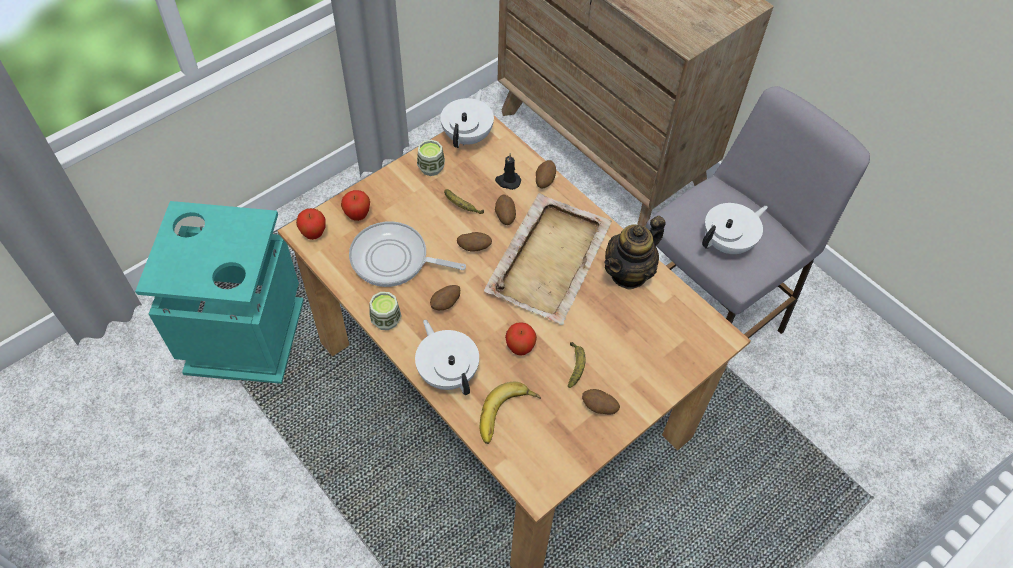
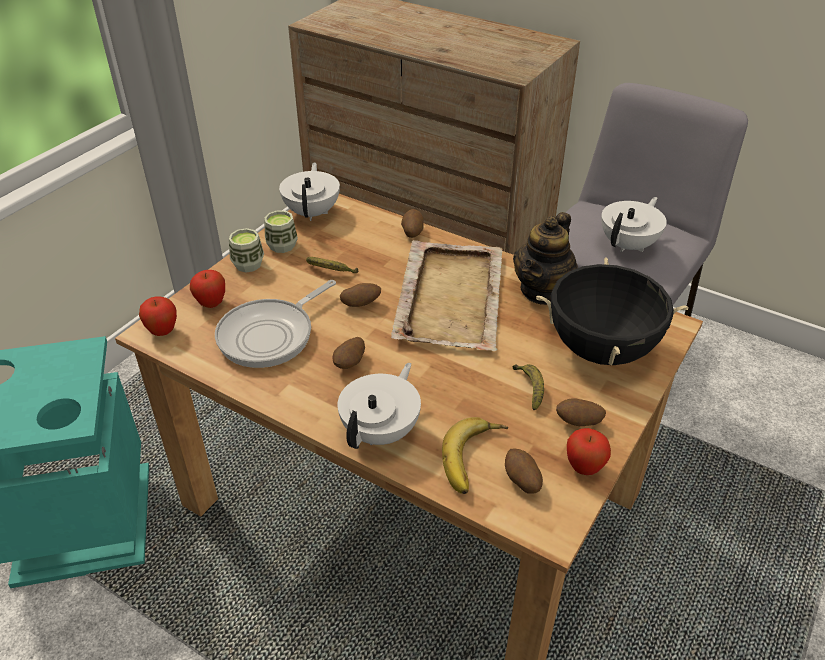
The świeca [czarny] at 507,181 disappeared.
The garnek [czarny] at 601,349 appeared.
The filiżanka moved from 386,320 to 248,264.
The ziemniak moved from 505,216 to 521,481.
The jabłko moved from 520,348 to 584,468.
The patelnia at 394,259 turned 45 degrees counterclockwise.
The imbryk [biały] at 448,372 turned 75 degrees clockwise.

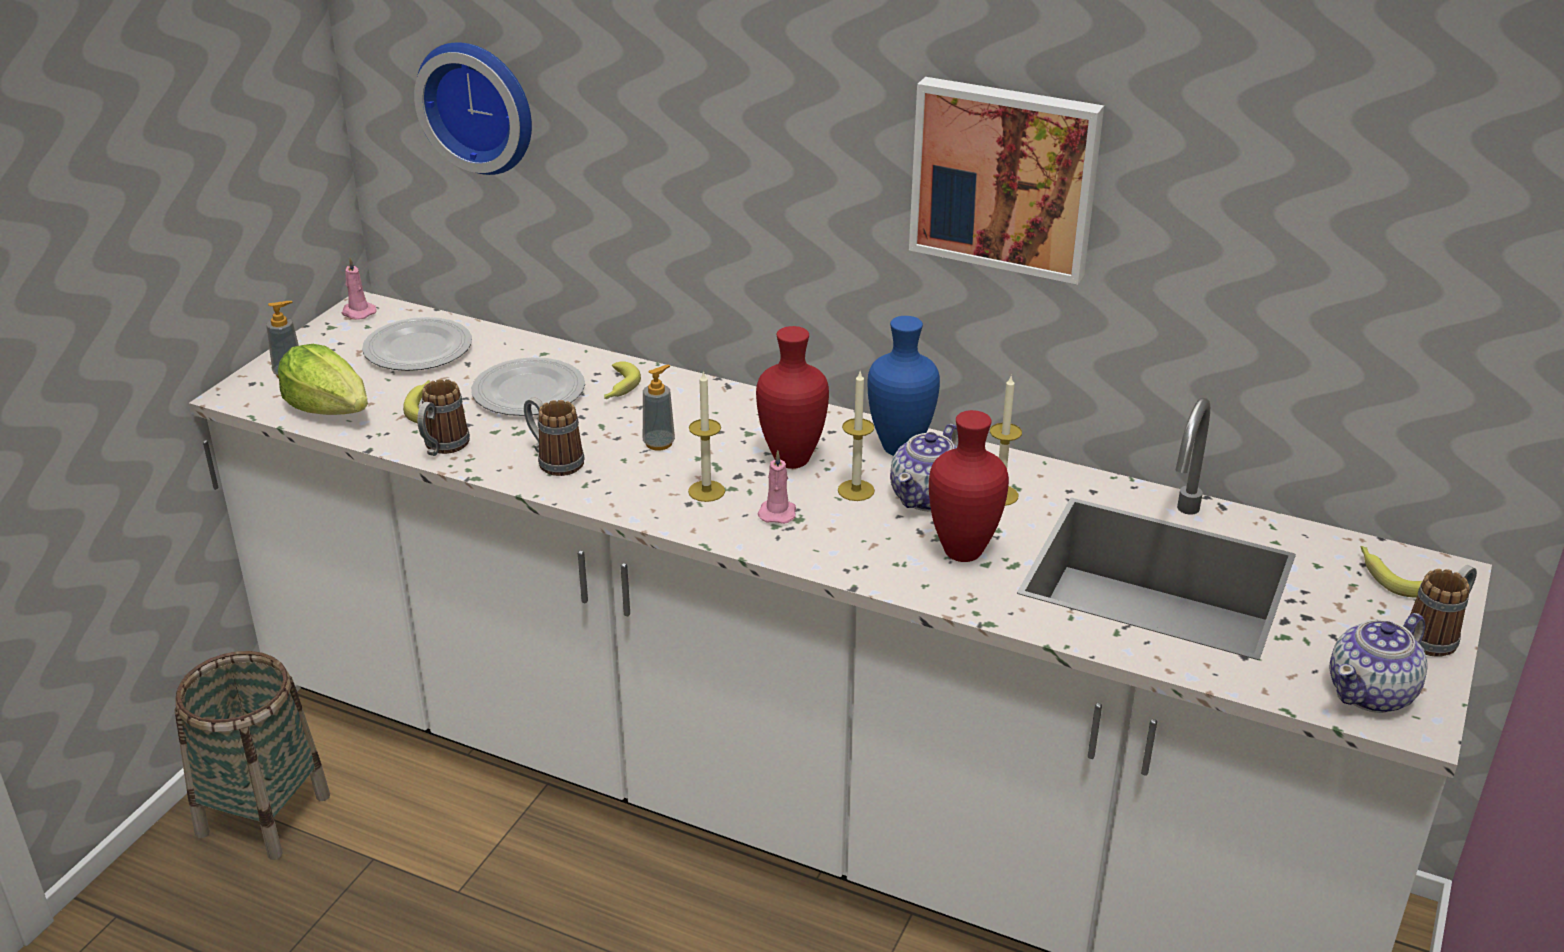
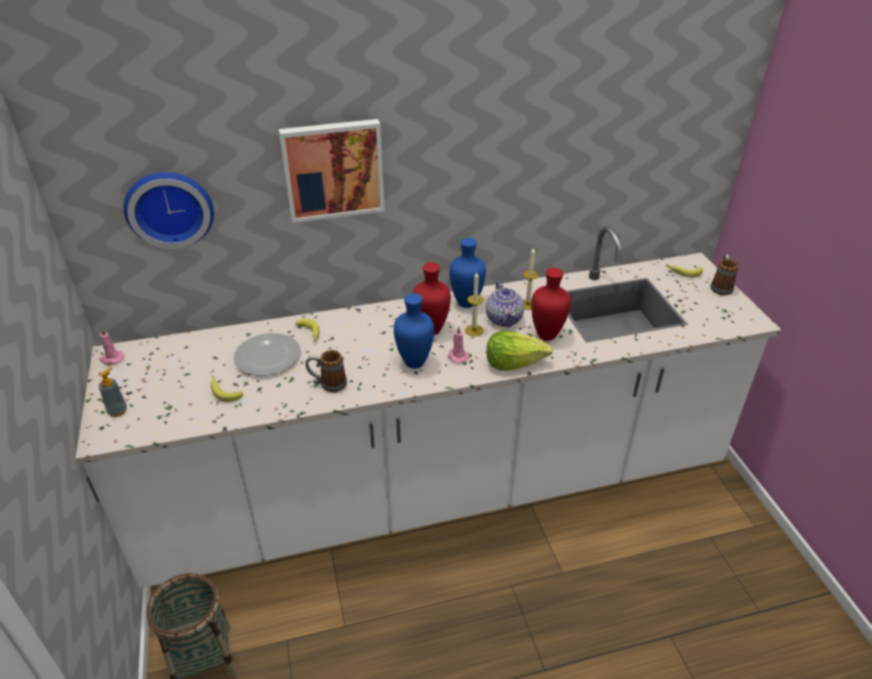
The talerz at 419,349 disappeared.
The kubek at 442,448 disappeared.
The dozownik mydła at 659,443 disappeared.
The imbryk at 1372,693 disappeared.
The sałata moved from 330,408 to 514,362.
The obraz moved from 1005,177 to 333,169.
The świeca at 706,491 was replaced by the wazon [niebieski] at 415,362.

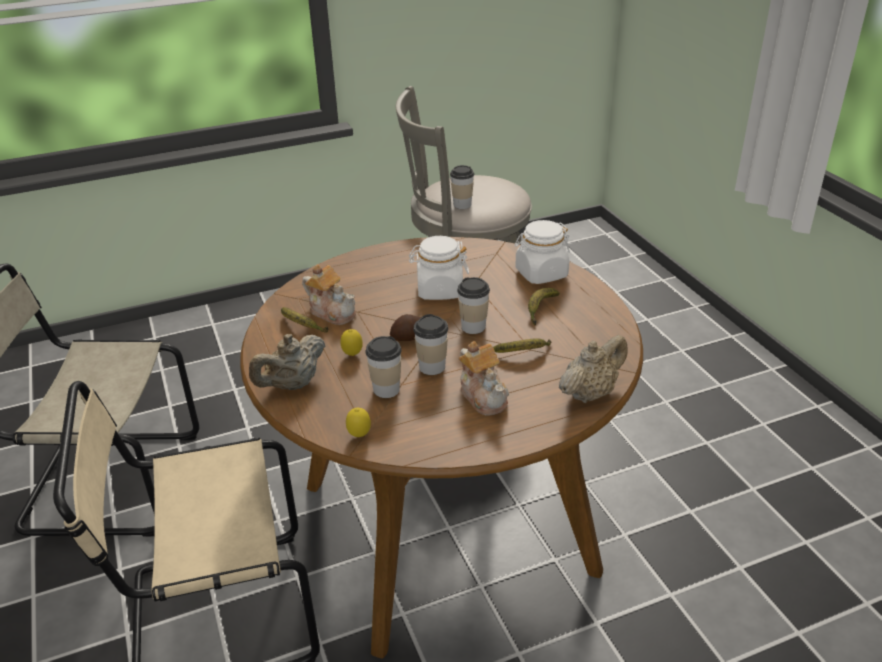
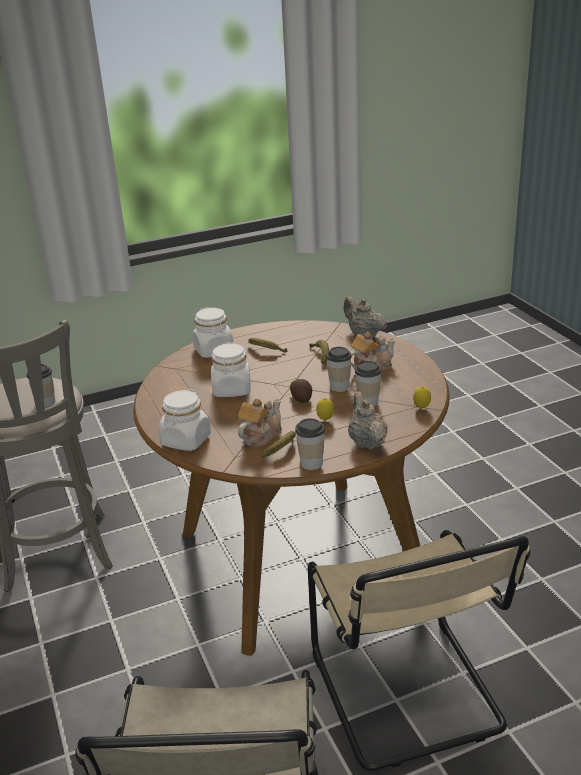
The słoik [biały] at 186,440 appeared.
The filiżanka moved from 473,327 to 311,463.
The imbryk [beżowy] at 292,385 turned 150 degrees counterclockwise.

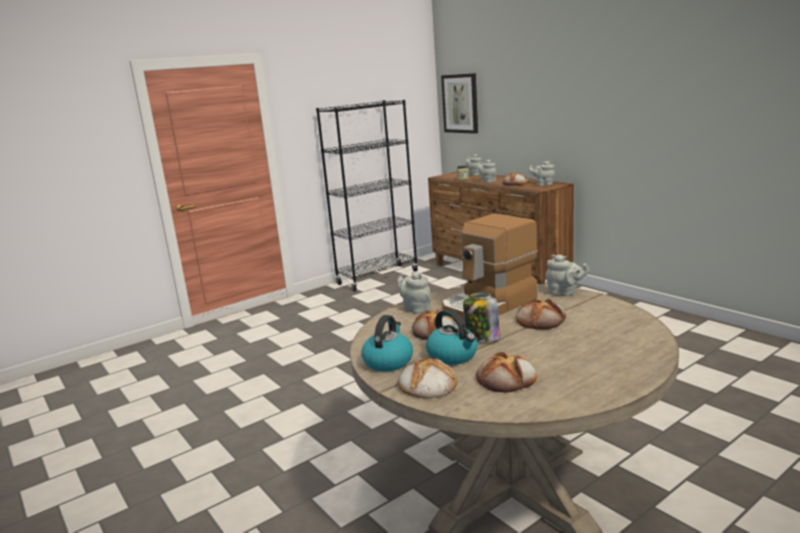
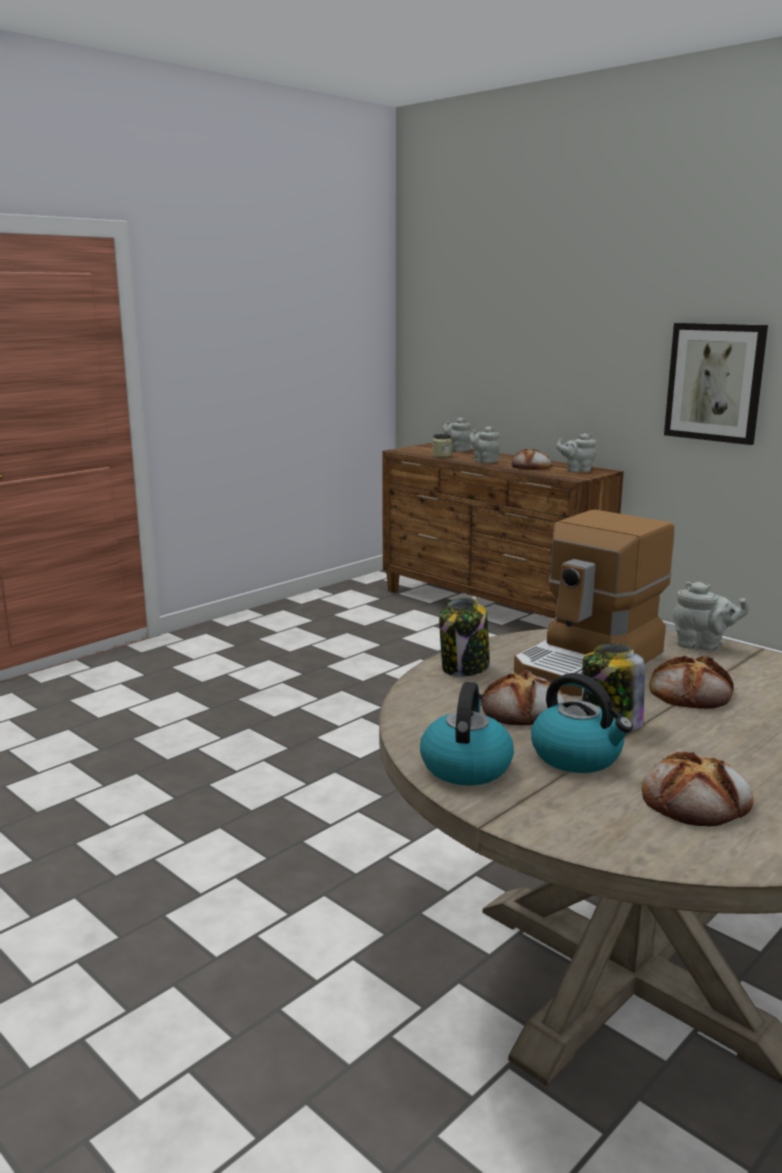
The regał [czarny] at 378,277 disappeared.
The chleb at 427,384 disappeared.
The obraz moved from 460,103 to 714,382.
The imbryk [szary] at 415,308 was replaced by the słoik at 464,668.

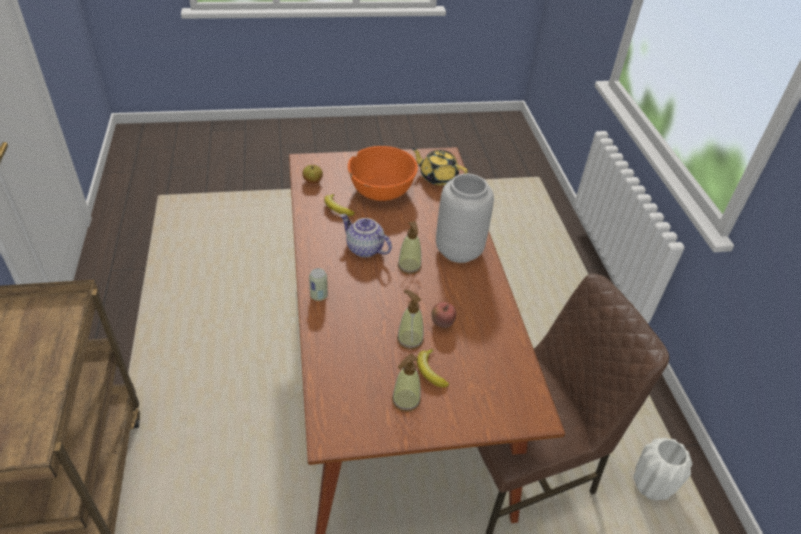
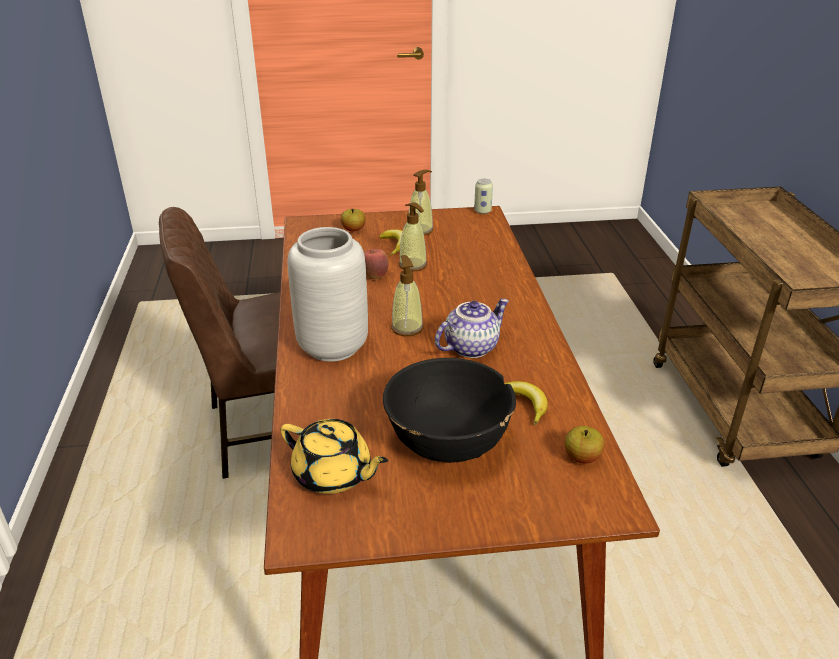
The wazon [biały] at 650,486 disappeared.
The jabłko at 353,230 appeared.
The puszka moved from 318,296 to 482,211.
The miska [pomarańczowy] at 381,191 became the miska [czarny] at 448,440.
The imbryk at 364,249 turned 75 degrees counterclockwise.

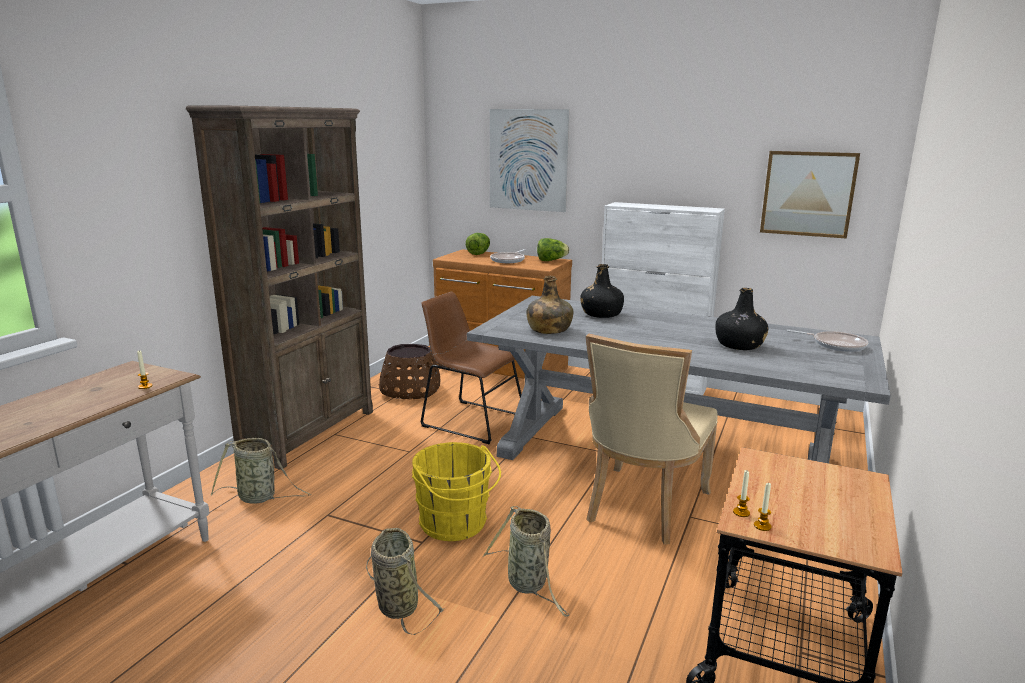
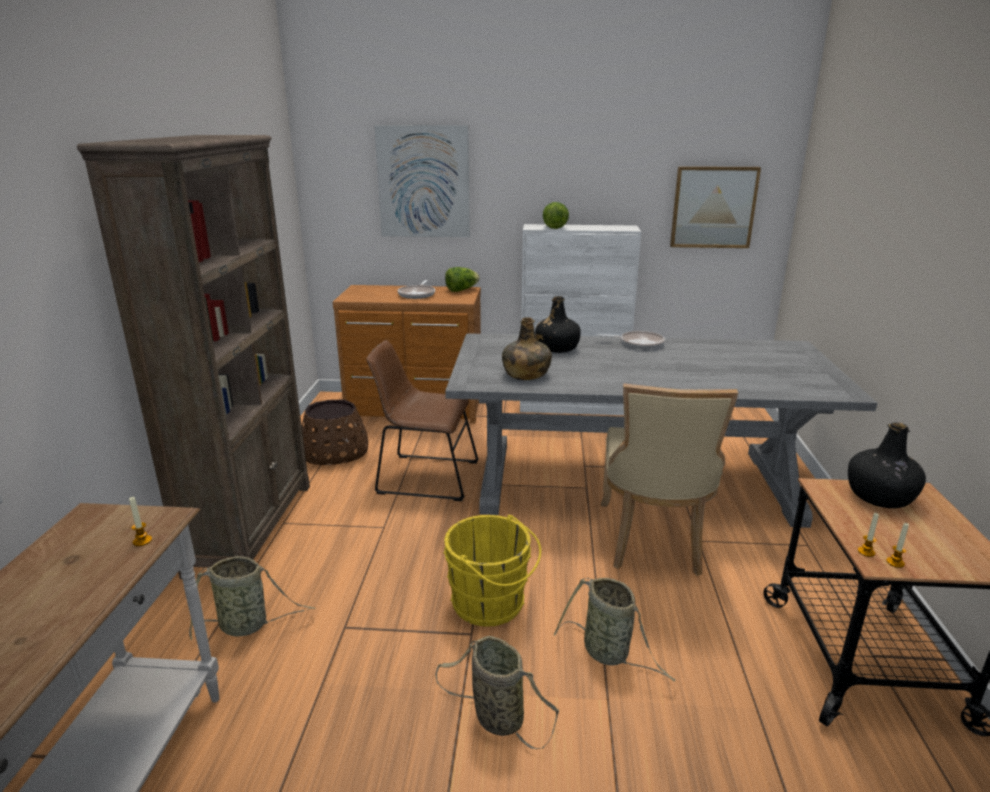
The sałata moved from 479,253 to 554,227.
The butelka [czarny] moved from 739,345 to 880,496.
The patelnia moved from 836,345 to 638,343.

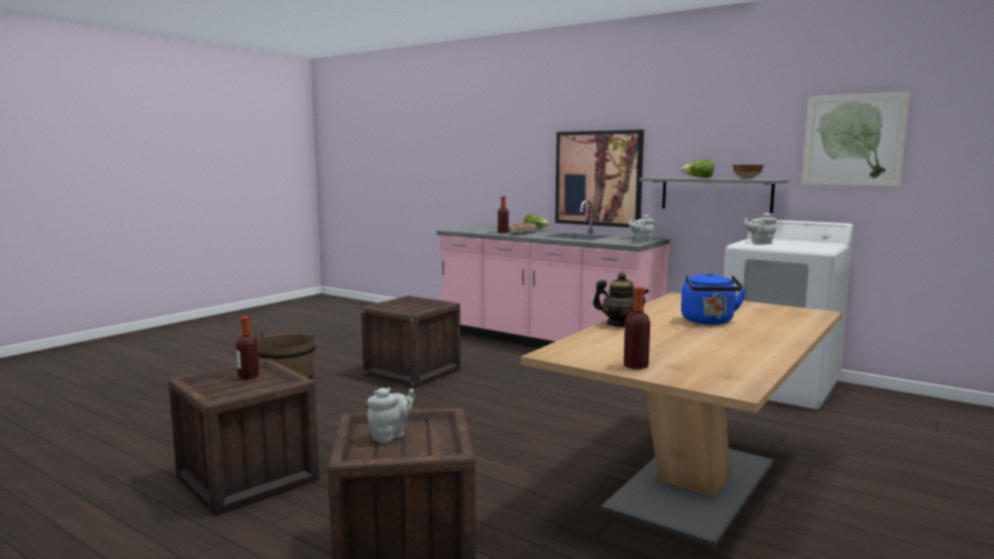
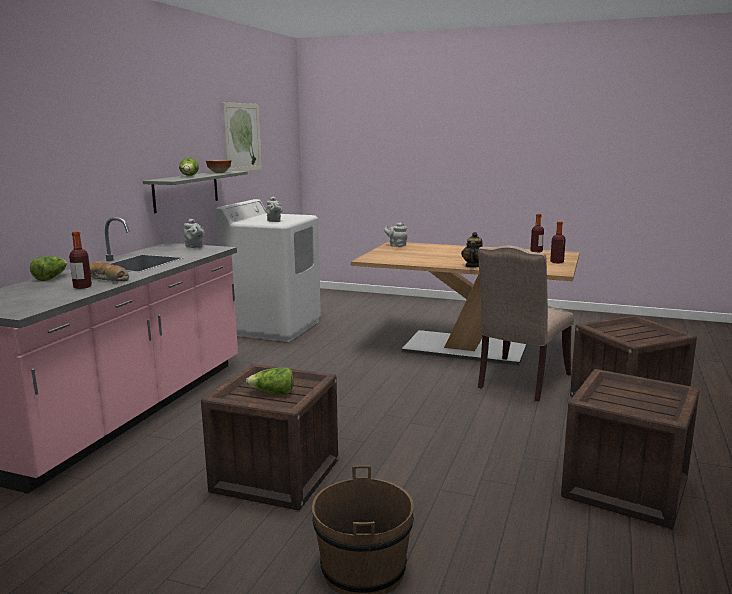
The obraz at 598,178 disappeared.
The czajnik [niebieski] at 708,322 disappeared.
The sałata at 273,393 appeared.
The krzesło [beżowy] at 520,382 appeared.
The butelka moved from 248,377 to 536,251.
The imbryk [szary] moved from 390,436 to 396,245.

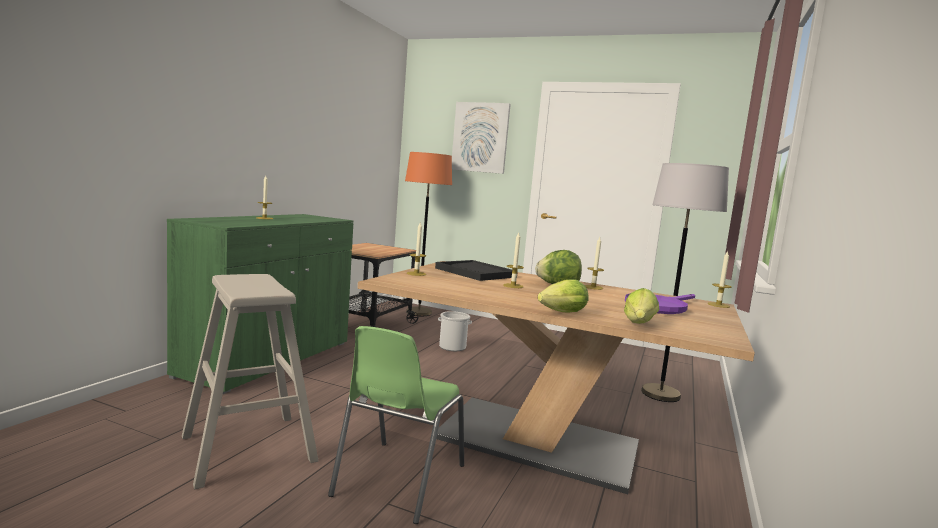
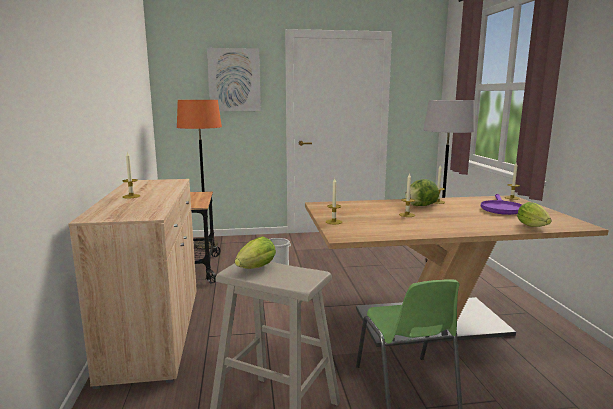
The taca [czarny] at 475,272 disappeared.
The sałata moved from 560,313 to 254,269.
The szafka [zielony] at 268,359 became the szafka [beżowy] at 154,332.

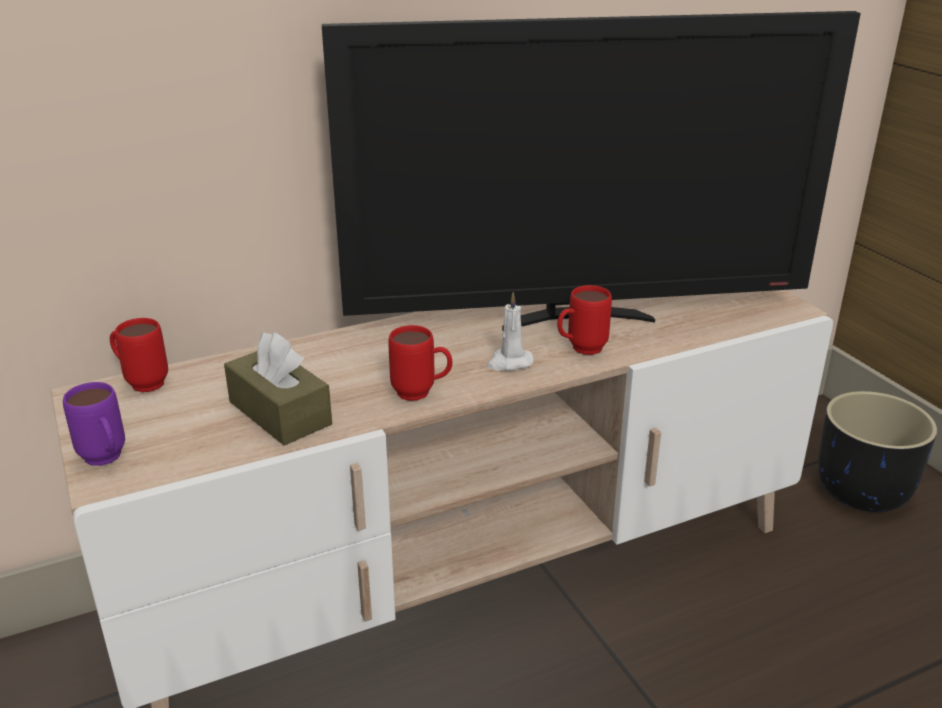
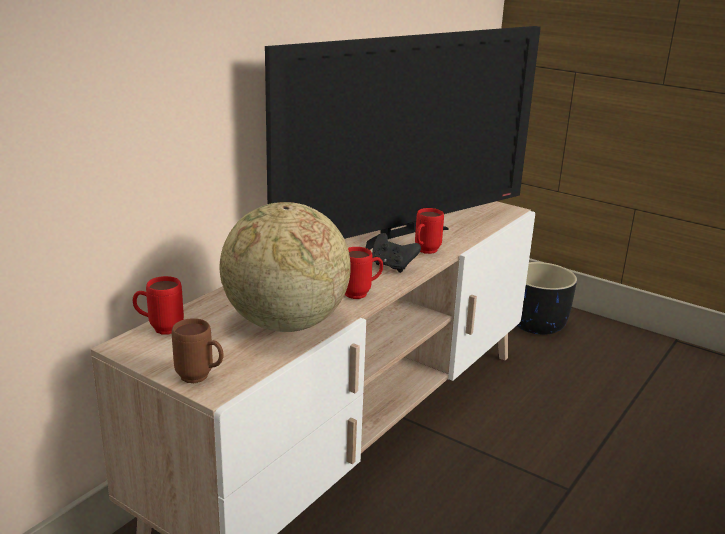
The pudełko chusteczek [brązowy] at 280,413 was replaced by the globus at 285,324.
The świeca [biały] at 509,362 was replaced by the pad do gier [czarny] at 392,266.
The kubek [fioletowy] at 106,461 became the kubek [brązowy] at 201,378.

